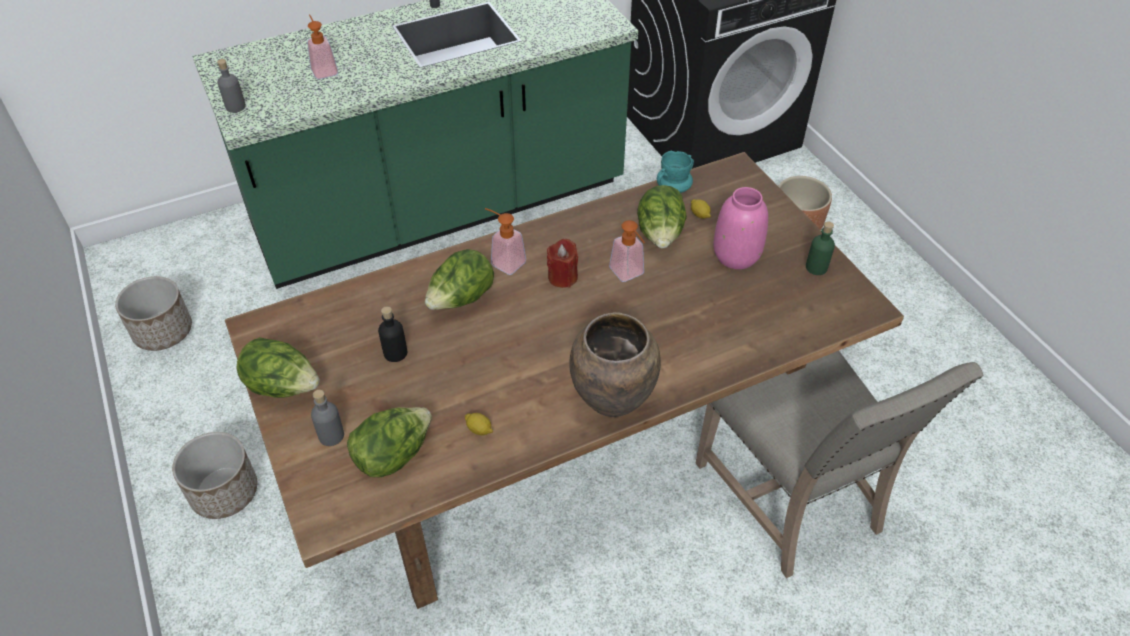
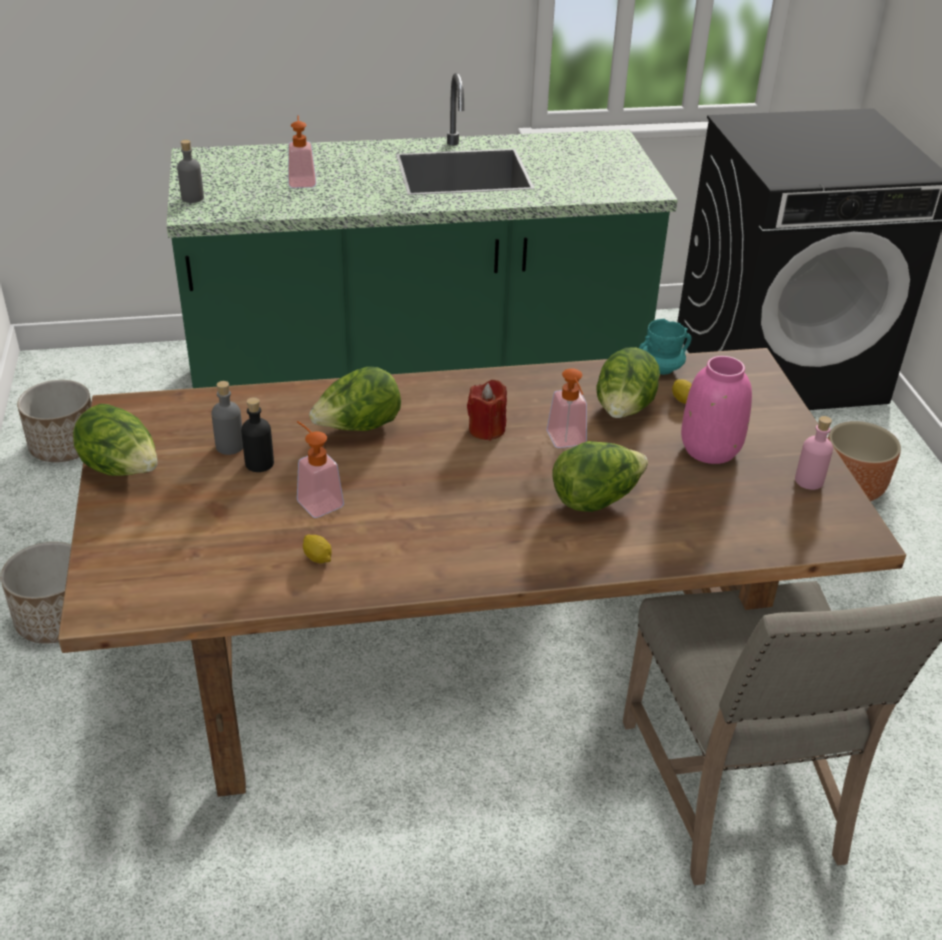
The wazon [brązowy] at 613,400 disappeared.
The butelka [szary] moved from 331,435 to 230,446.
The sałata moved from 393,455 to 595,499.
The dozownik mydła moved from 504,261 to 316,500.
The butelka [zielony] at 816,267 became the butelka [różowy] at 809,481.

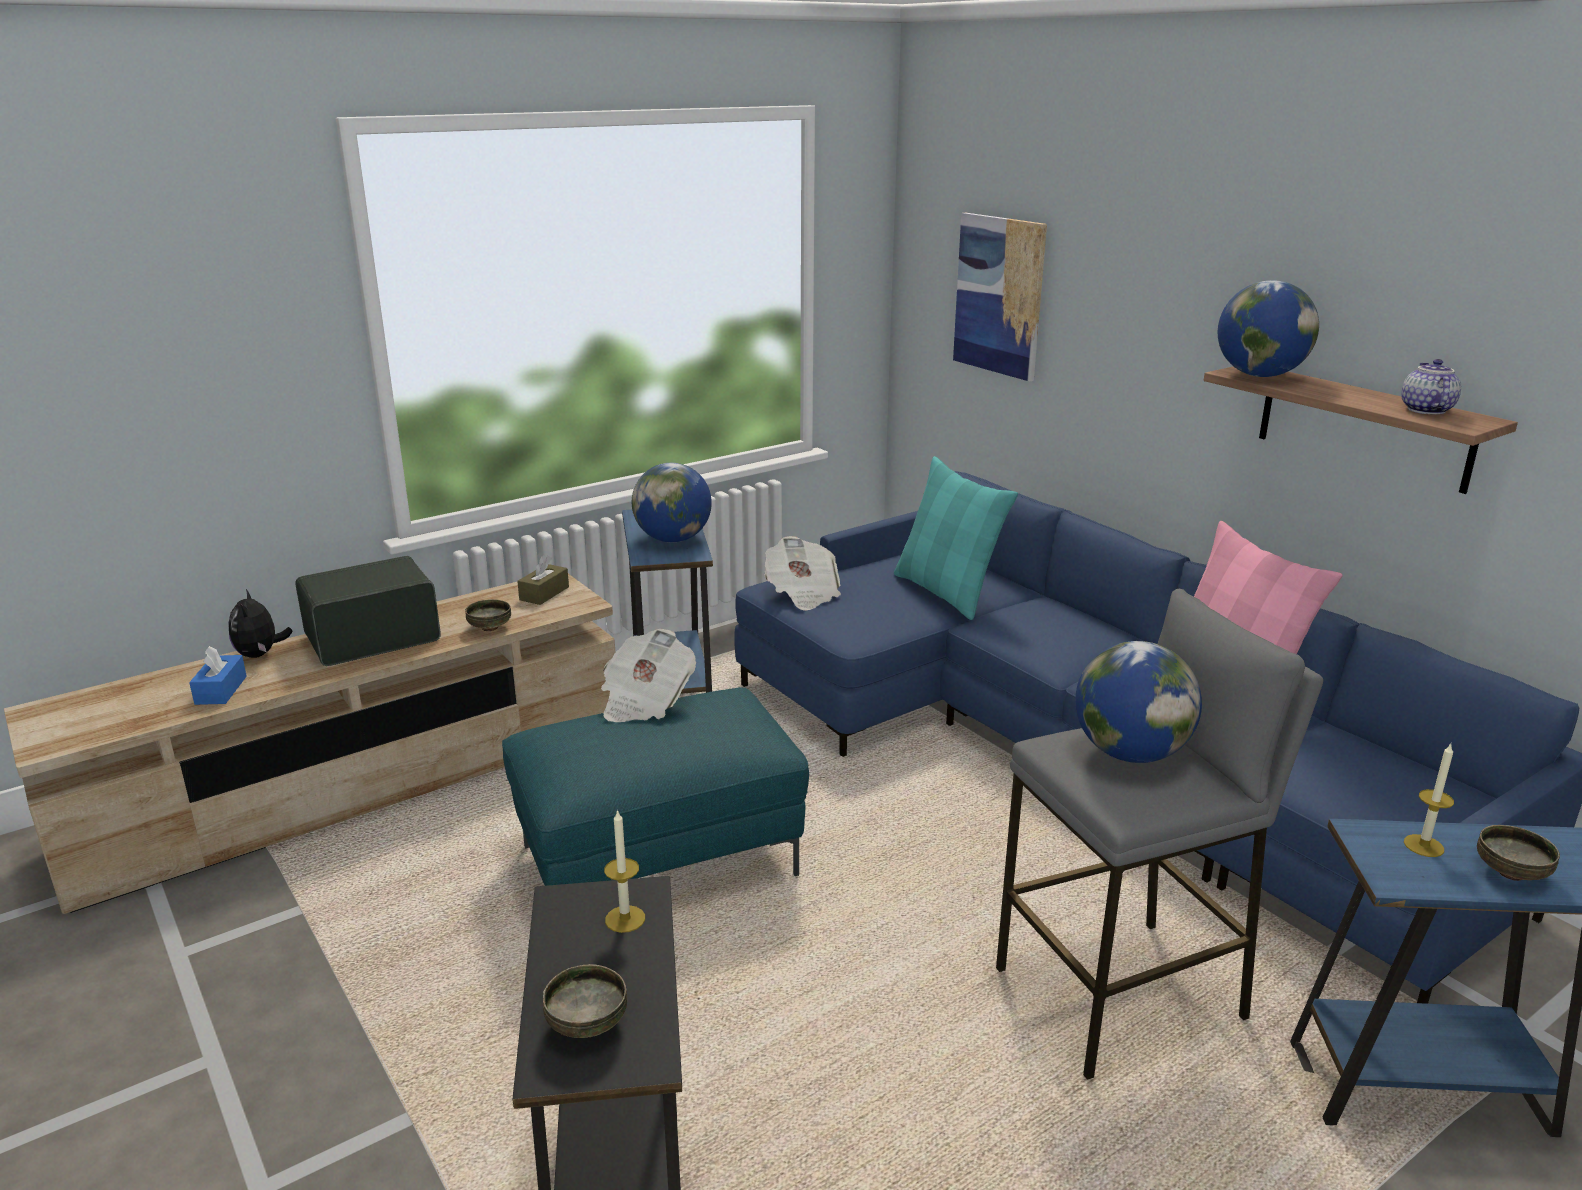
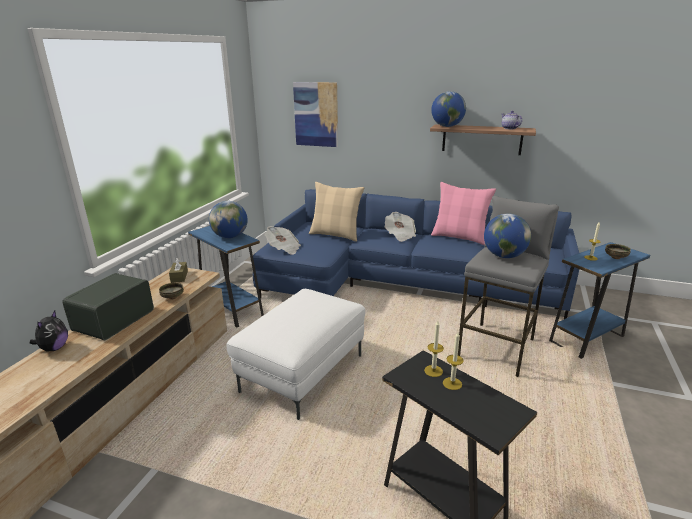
The pudełko chusteczek [niebieski] at 221,690 disappeared.
The miska at 586,1024 disappeared.
The świeca at 452,383 appeared.
The gazeta moved from 645,701 to 400,235.
The pufa [turkusowy] at 659,859 became the pufa [biały] at 302,372.
The poduszka [turkusowy] at 946,592 became the poduszka [beżowy] at 335,235.
The pluszak at 260,654 turned 120 degrees counterclockwise.

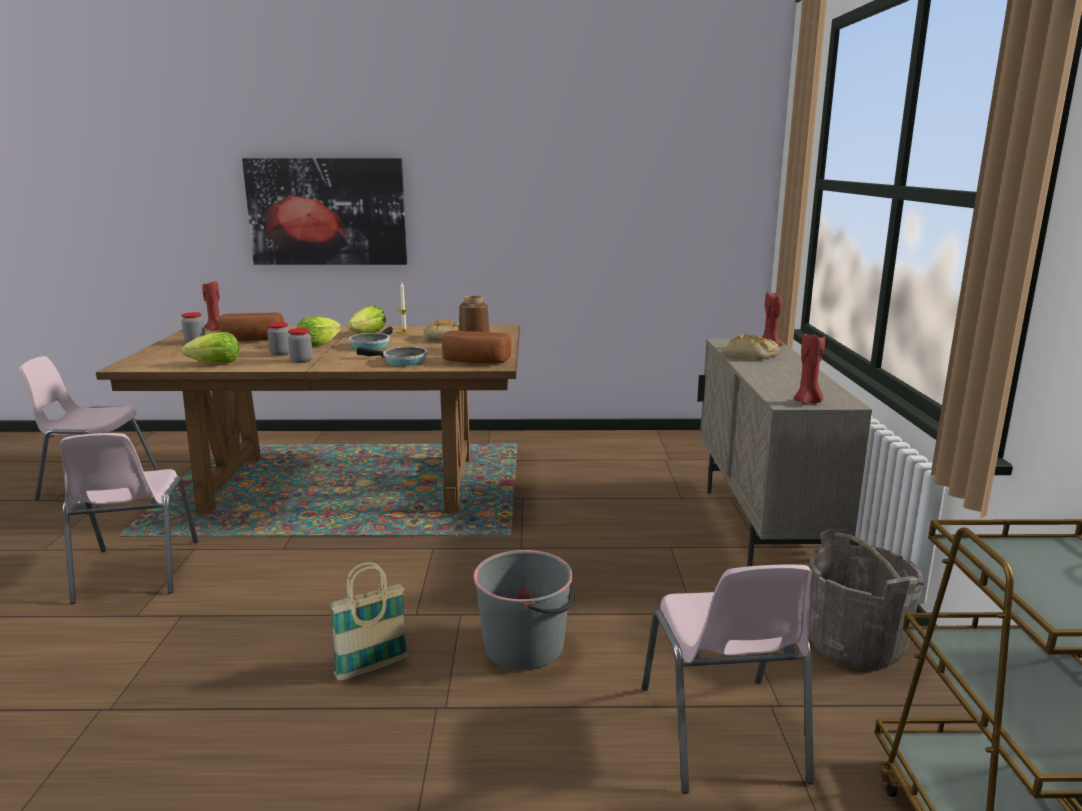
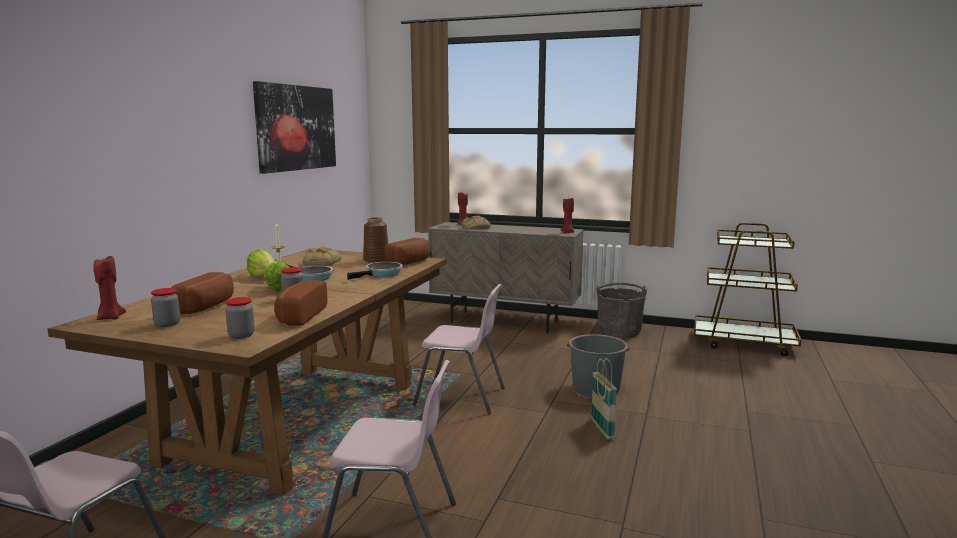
The obraz moved from 327,212 to 296,128.
The słoik moved from 301,361 to 241,335.
The krzesło [różowy] moved from 722,734 to 461,397.
The sałata at 216,364 was replaced by the chleb at 299,316.

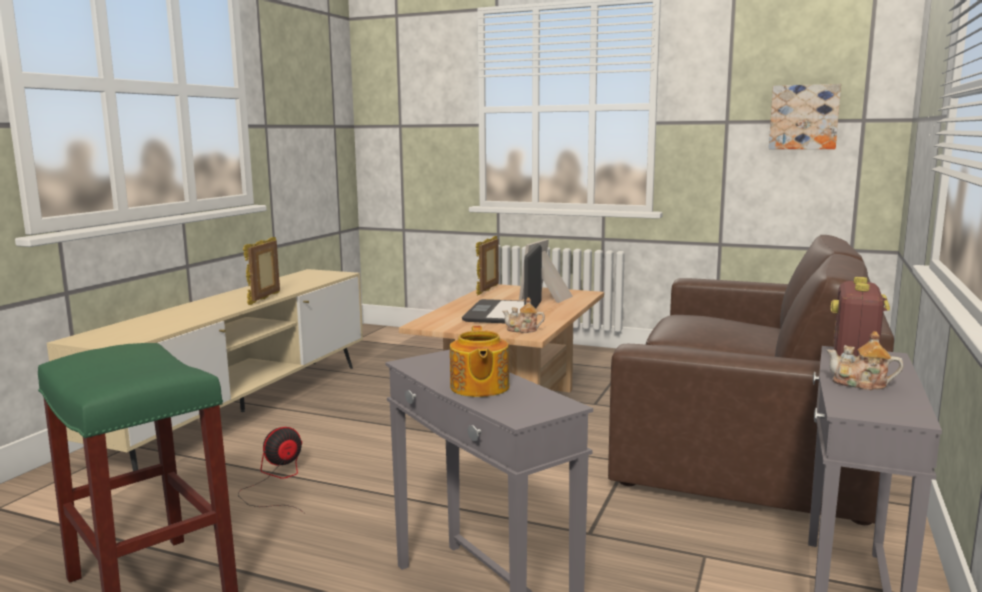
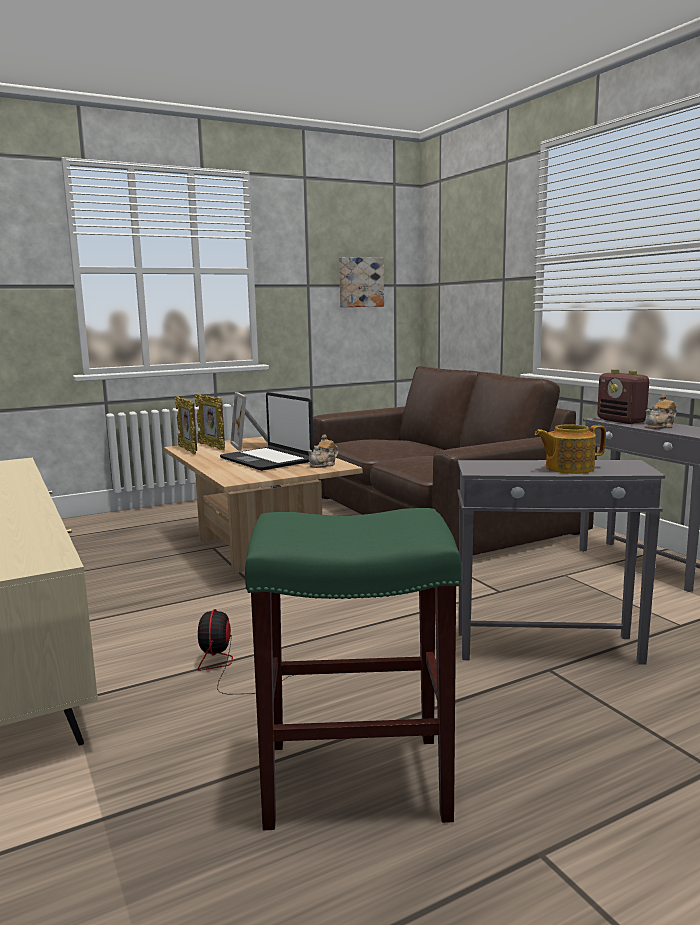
The ramka na zdjęcie moved from 265,299 to 212,447.
The imbryk at 479,387 turned 135 degrees clockwise.

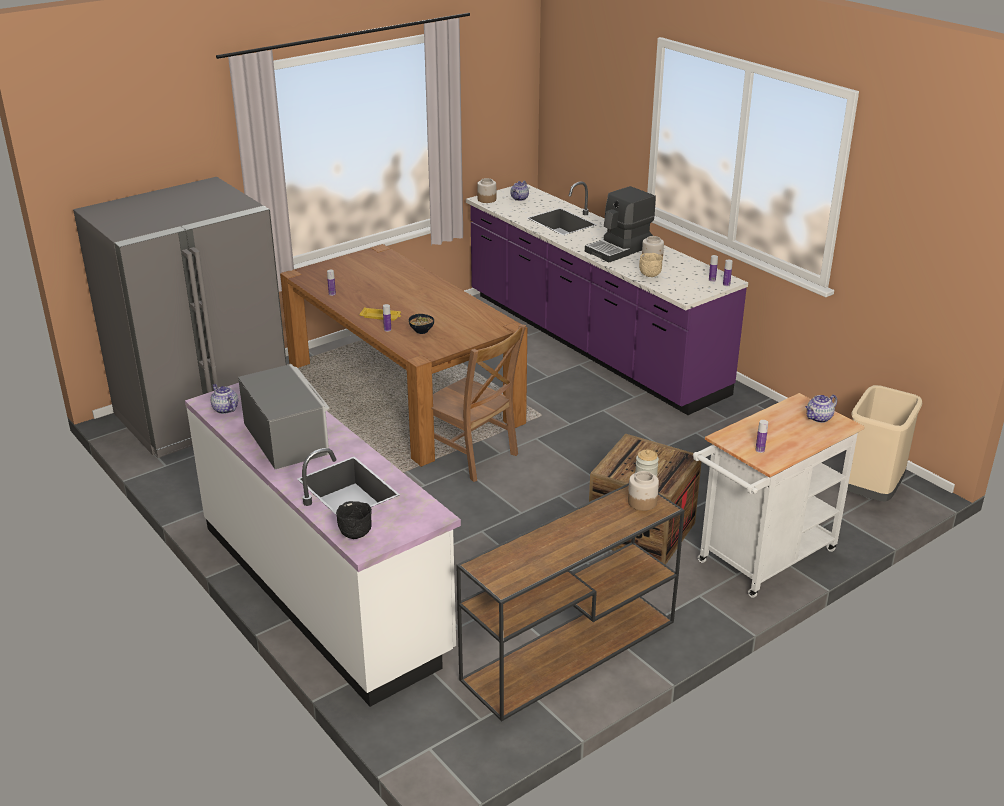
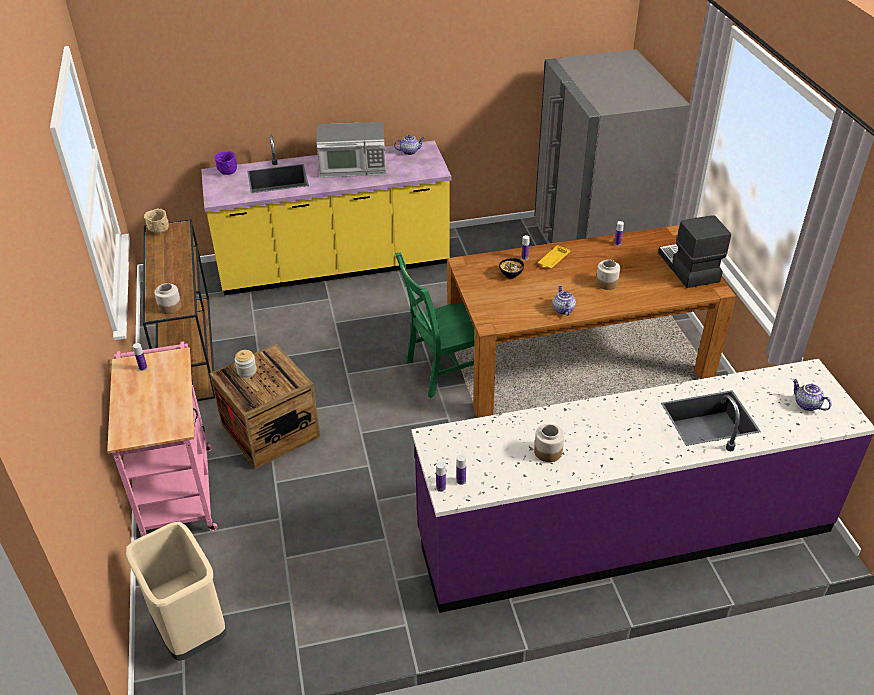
The słoik moved from 487,199 to 606,283.
The ekspres do kawy moved from 619,249 to 688,268.
The miska [beżowy] moved from 649,276 to 159,230.
The imbryk moved from 818,418 to 562,309.
The zabudowa kuchenna [biały] at 325,589 became the zabudowa kuchenna [żółty] at 334,267.
The miska [czarny] at 355,534 became the miska [fioletowy] at 228,172.
The krzesło [brązowy] at 473,456 became the krzesło [zielony] at 443,371.
The wózek [biały] at 761,560 became the wózek [różowy] at 178,487.

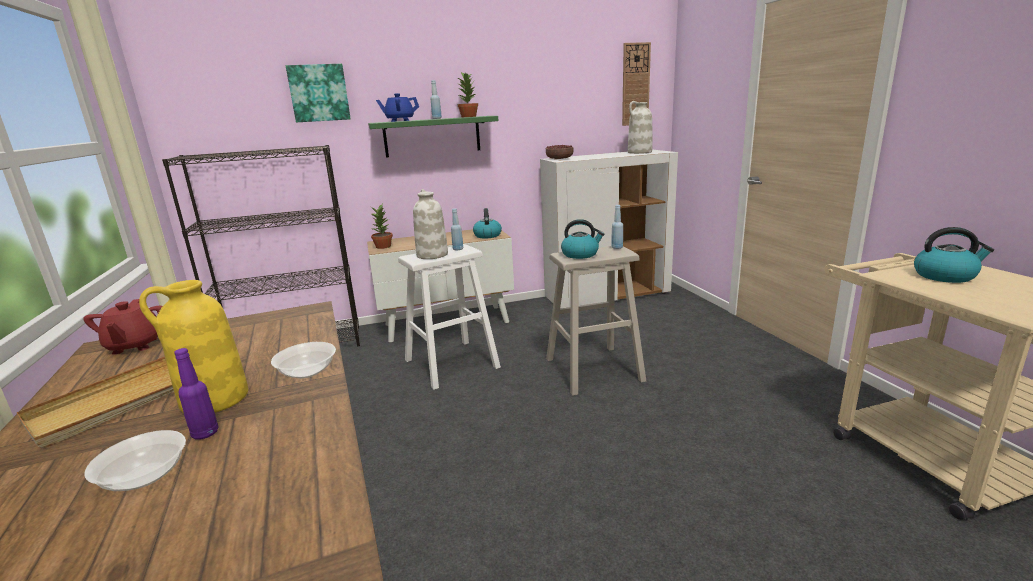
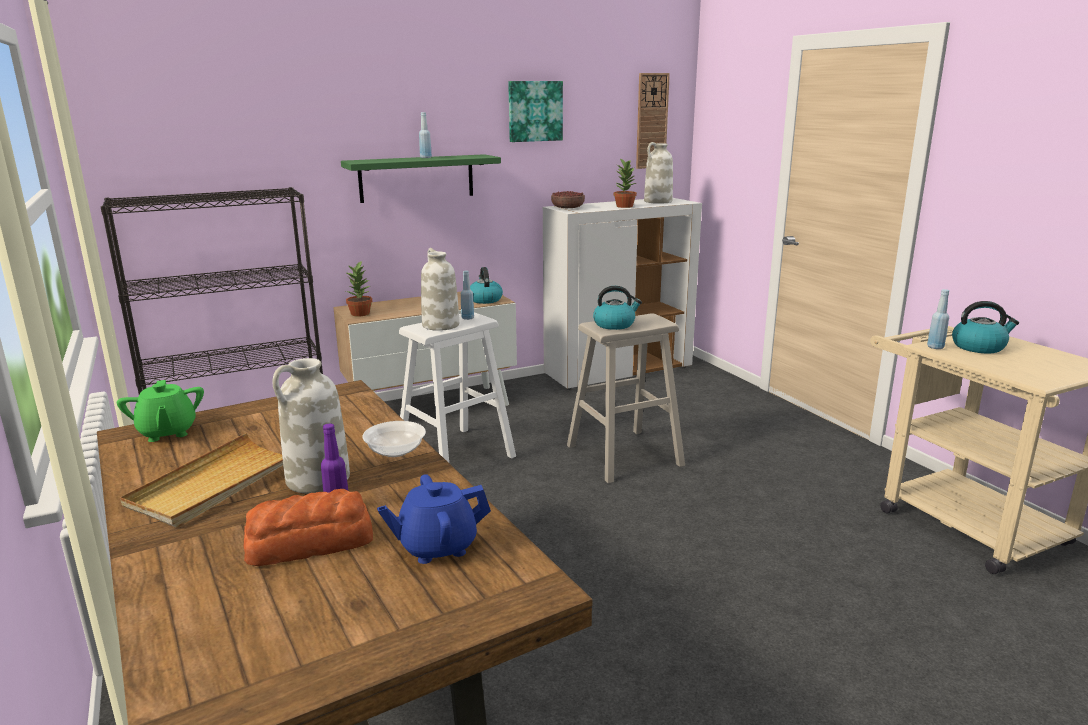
The obraz moved from 319,93 to 534,111.
The imbryk [niebieski] moved from 400,121 to 437,547.
The roślina doniczkowa moved from 469,116 to 624,206.
The butelka [niebieski] moved from 617,247 to 935,347.
The miska at 145,477 was replaced by the chleb at 311,543.
The imbryk [czerwony] at 135,346 became the imbryk [zielony] at 167,432.
The wazon [żółty] at 214,400 became the wazon [biały] at 317,479.

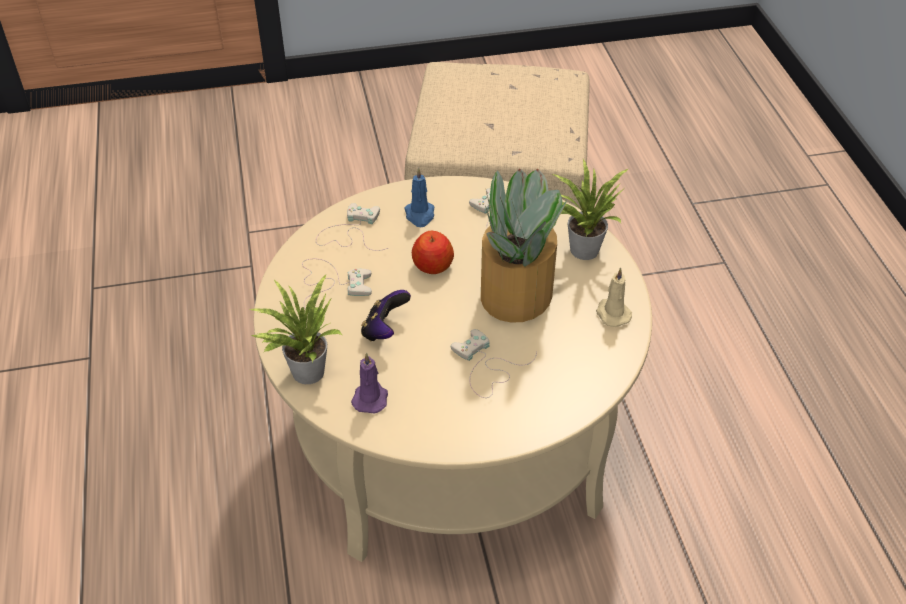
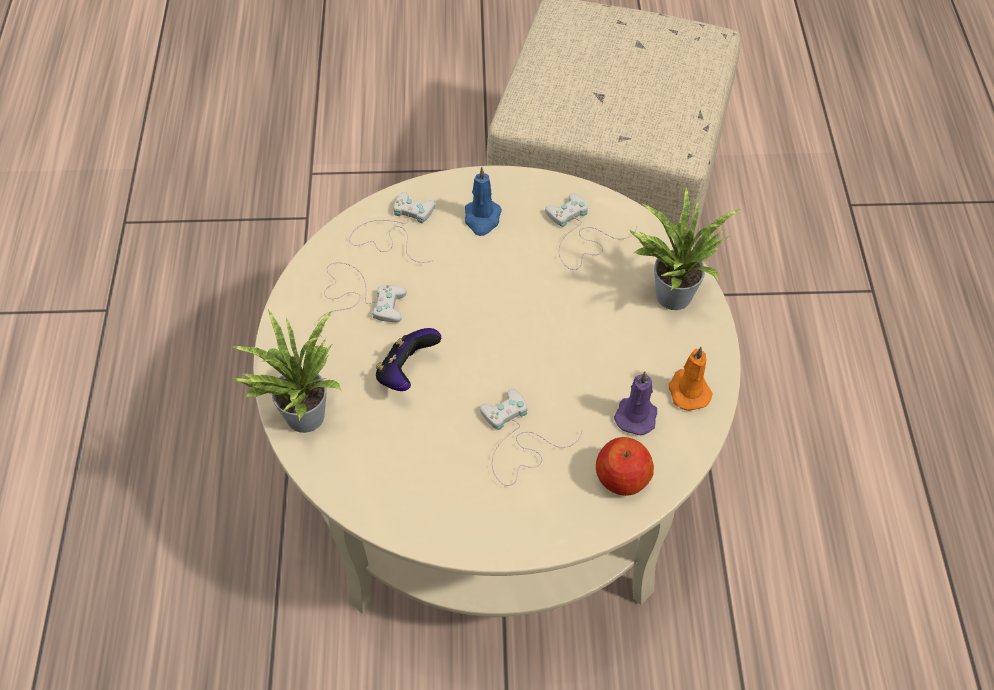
The roślina doniczkowa at 514,295 disappeared.
The świeca [fioletowy] moved from 370,398 to 636,414.
The jabłko moved from 432,266 to 622,478.
The świeca [beżowy] at 612,313 became the świeca [pomarańczowy] at 688,390.

